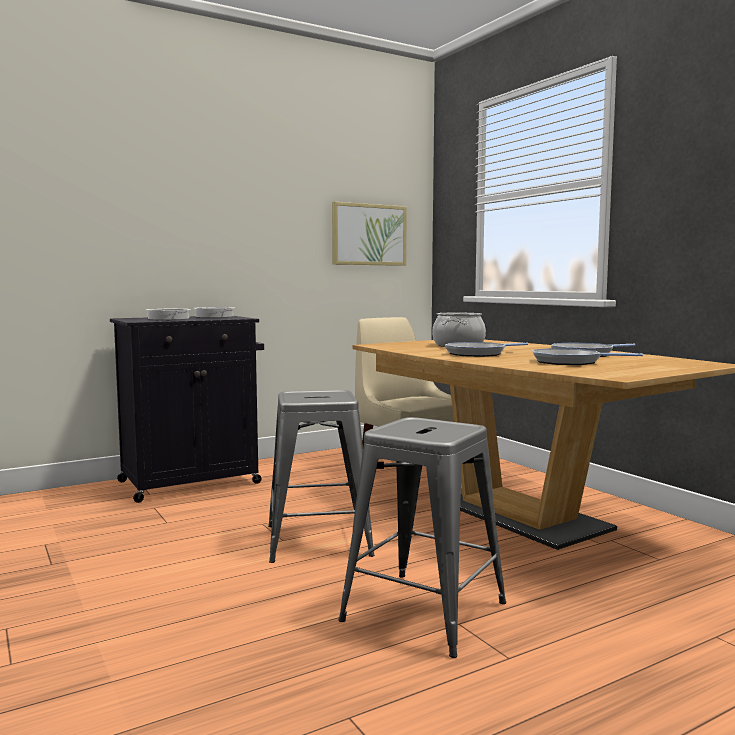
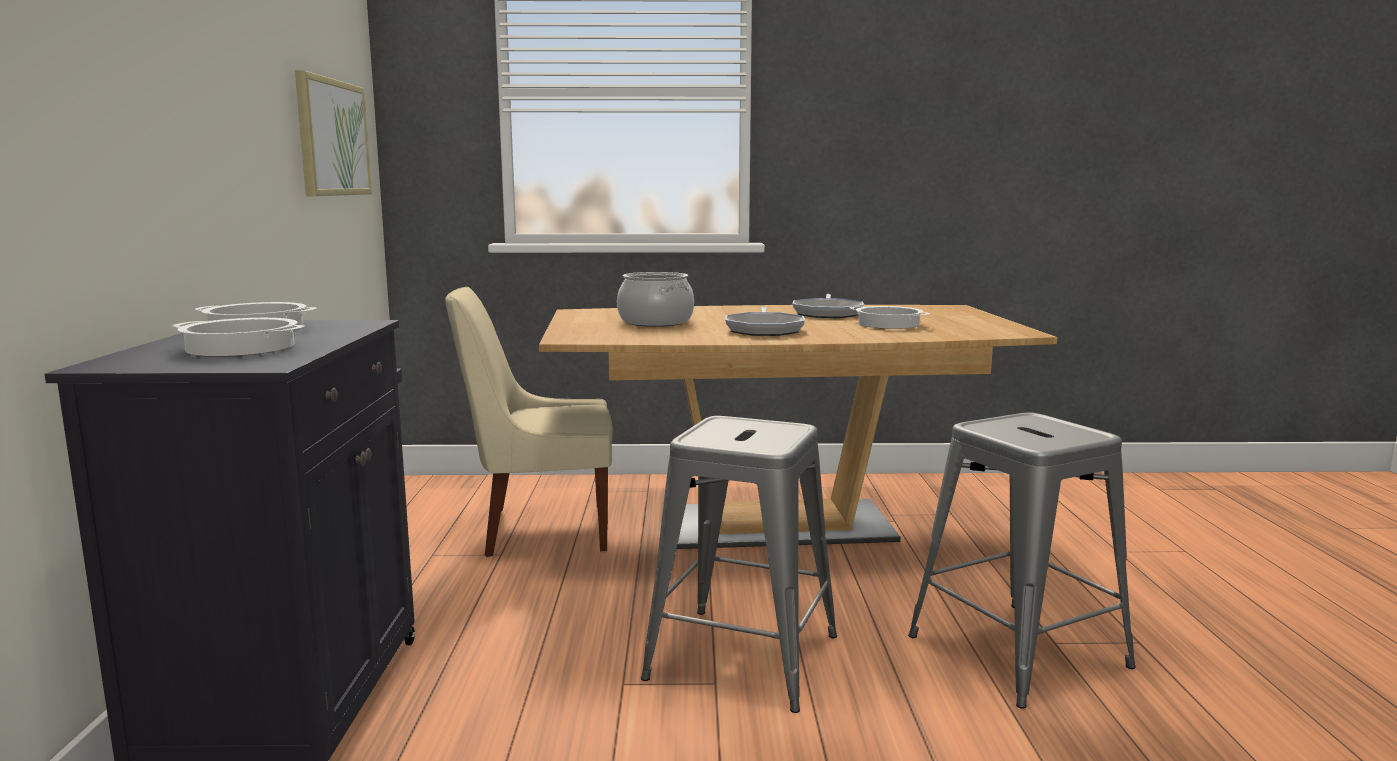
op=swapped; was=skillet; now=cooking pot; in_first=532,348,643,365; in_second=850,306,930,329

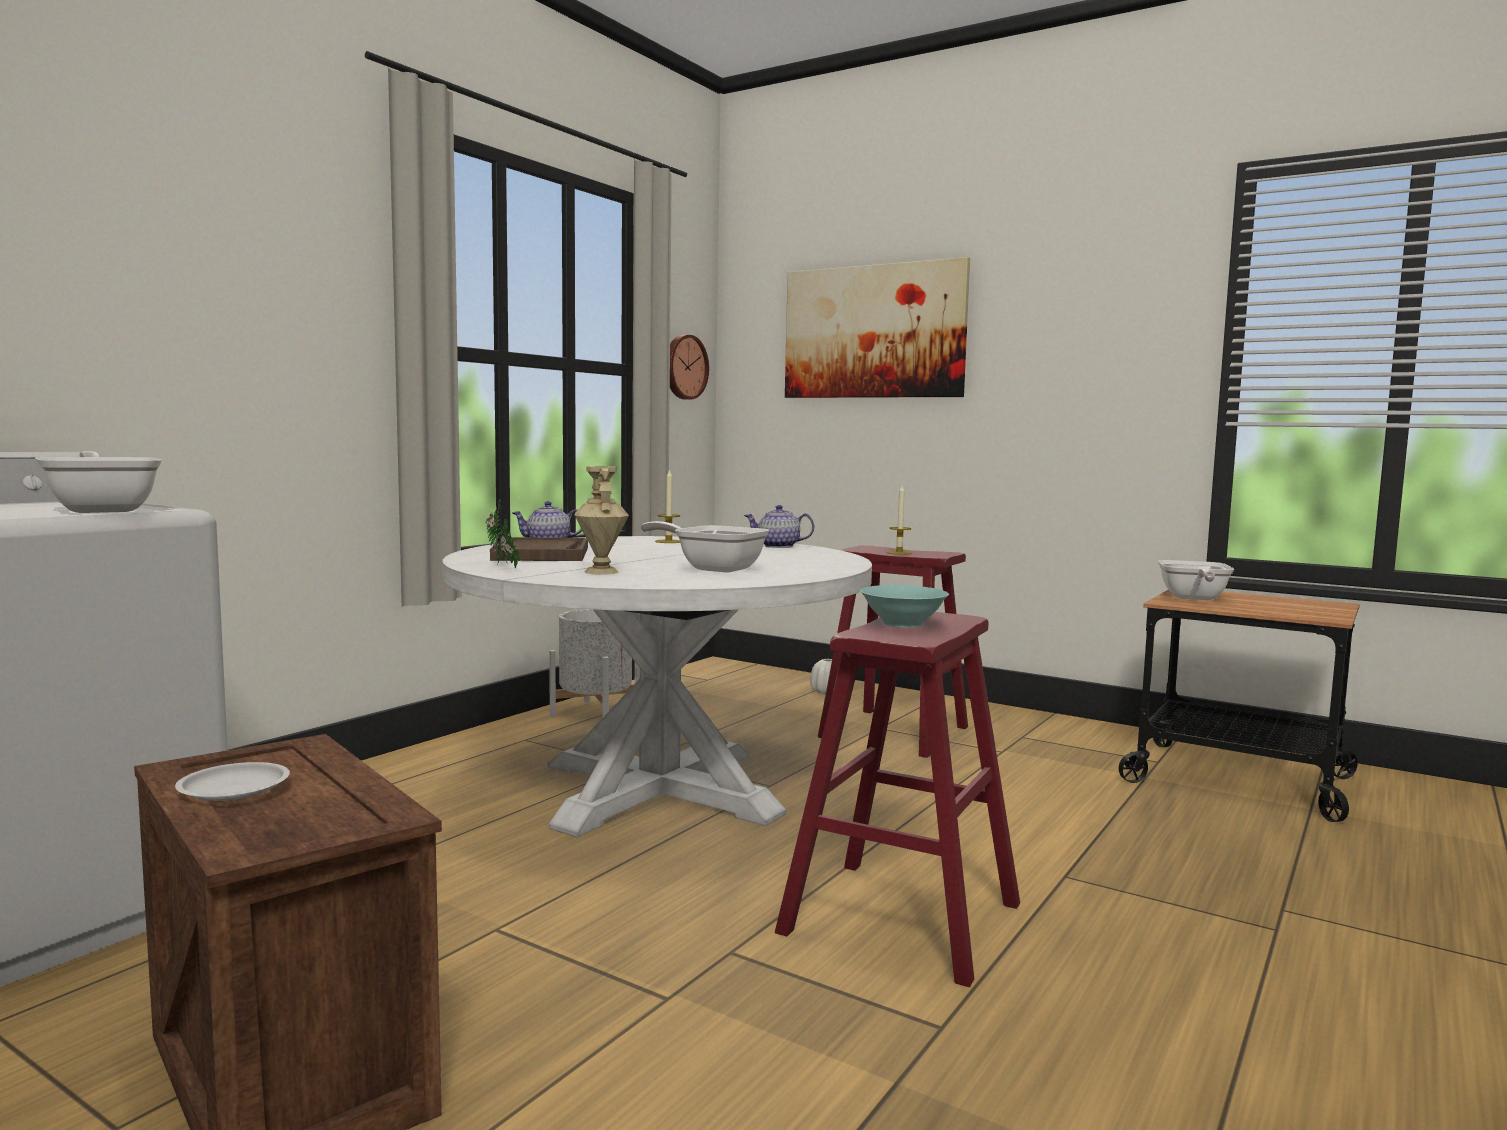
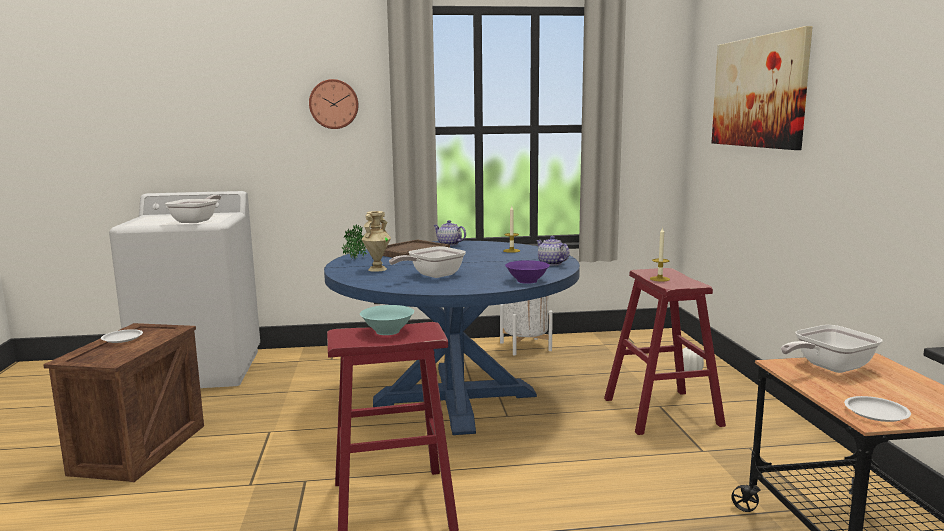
op=shifted; was=hanging clock; in_first=670,335,709,400; in_second=309,79,359,129
op=repainted; was=kitchen table in white-coloured; now=kitchen table in blue; in_first=442,536,872,837; in_second=324,241,580,435
op=rotated; was=skillet; in_first=641,521,770,573; in_second=389,246,466,278; clockwise=-120
op=new; now=serving bowl in purplish; in_second=505,260,550,284
op=new; now=dinner plate in white-coloured; in_second=844,396,911,422

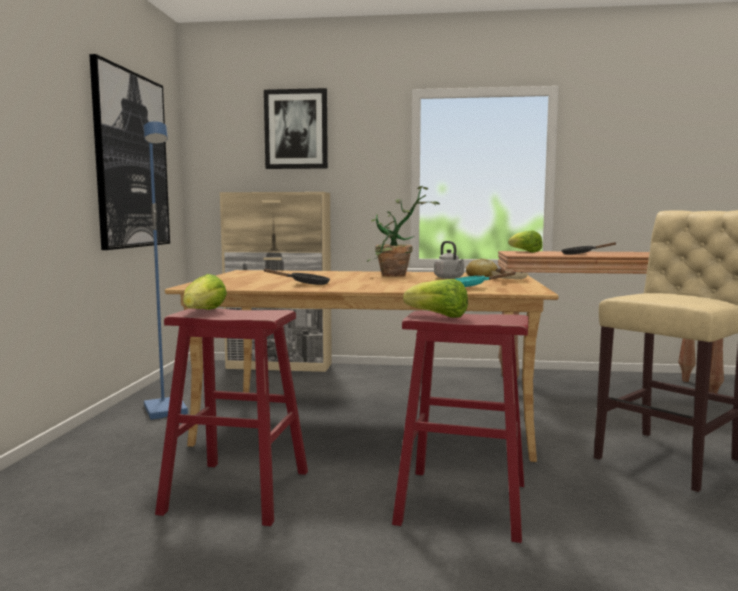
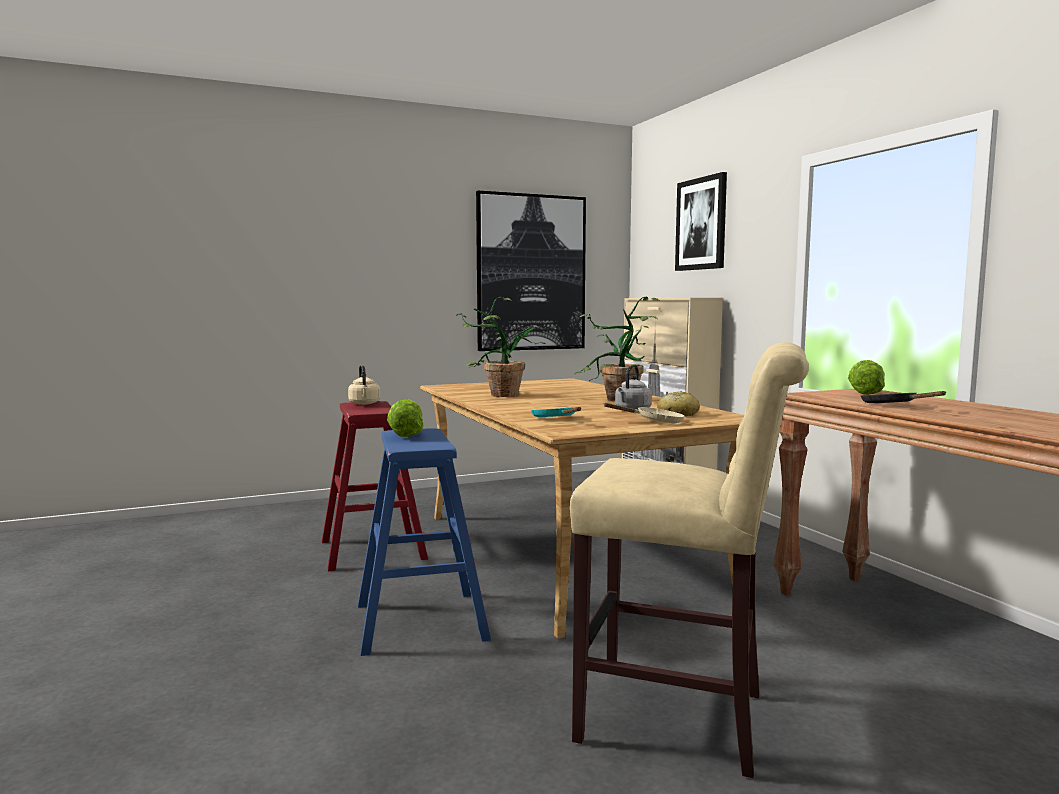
op=swapped; was=lettuce; now=kettle in beige; in_first=183,274,227,310; in_second=348,365,380,405
op=repainted; was=sitting stool in reddish; now=sitting stool in blue; in_first=392,311,529,543; in_second=358,428,491,656
op=swapped; was=skillet in blackish; now=potted plant; in_first=263,269,330,285; in_second=456,297,546,397
op=gone; was=standard lamp in blue; in_first=143,121,188,420

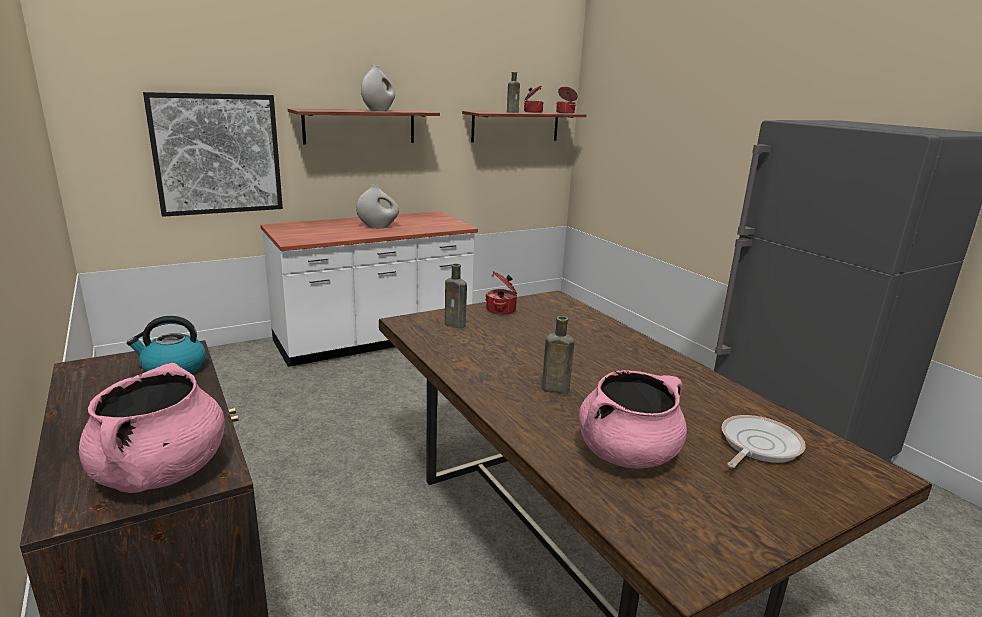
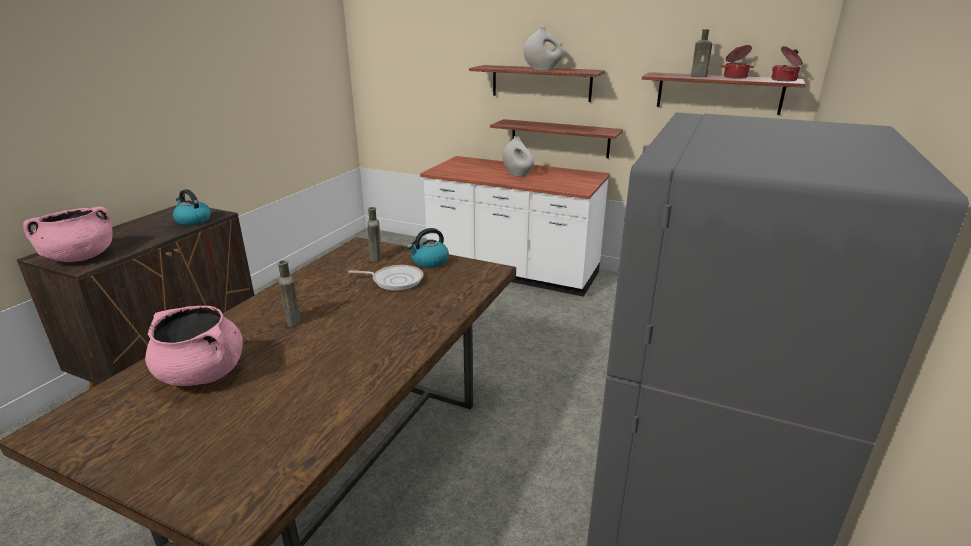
op=shifted; was=skillet; in_first=722,415,806,468; in_second=348,265,424,291
op=swapped; was=cooking pot; now=kettle; in_first=485,271,518,315; in_second=407,228,449,268
op=new; now=wall shelf; in_second=490,119,623,158
op=gone; was=picture; in_first=143,92,283,217

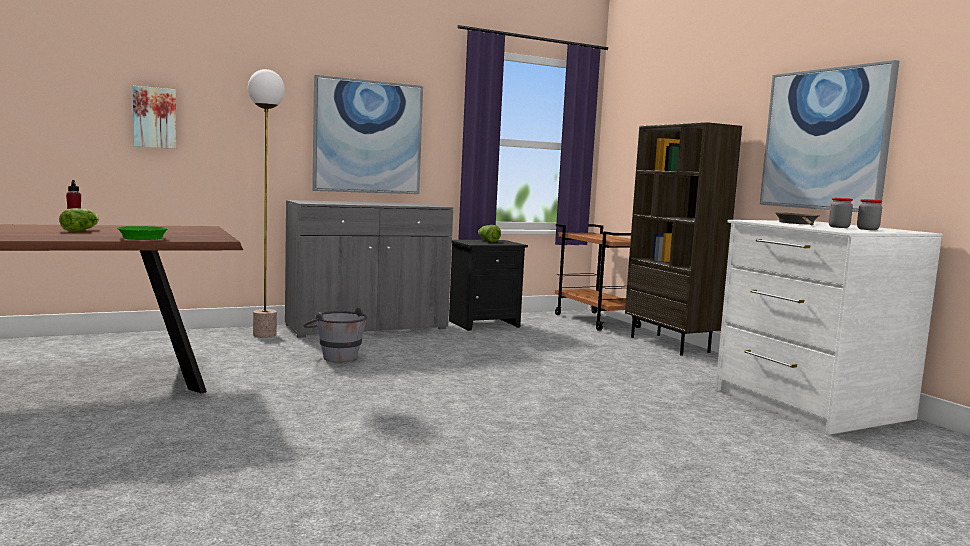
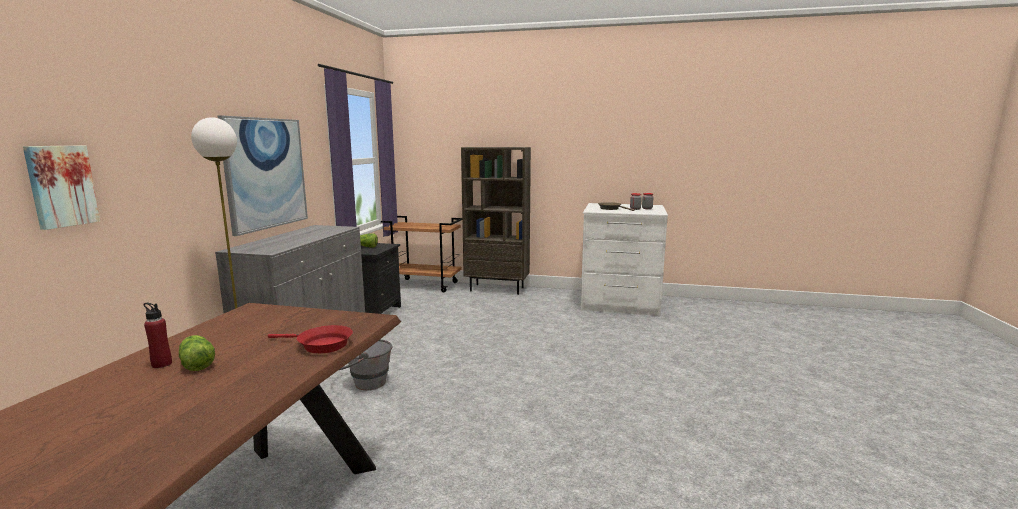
op=repainted; was=skillet in green; now=skillet in reddish; in_first=117,226,169,240; in_second=268,325,353,353
op=gone; was=picture; in_first=760,60,899,212

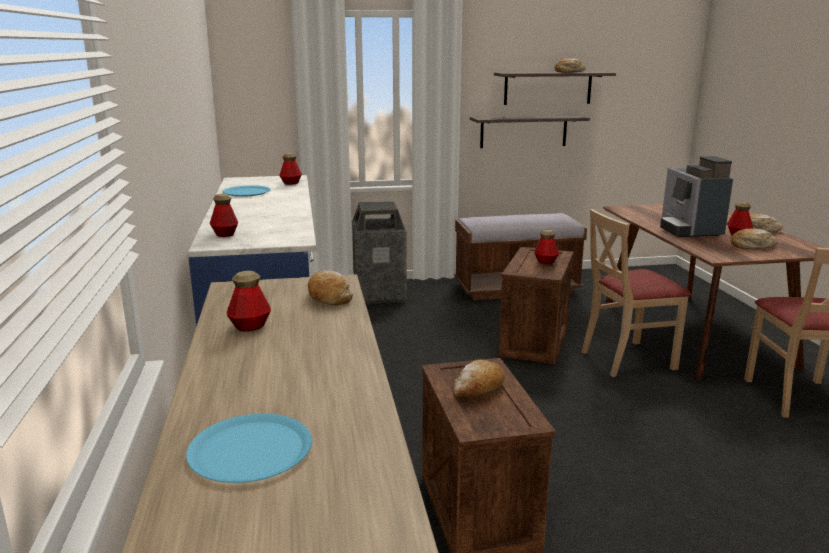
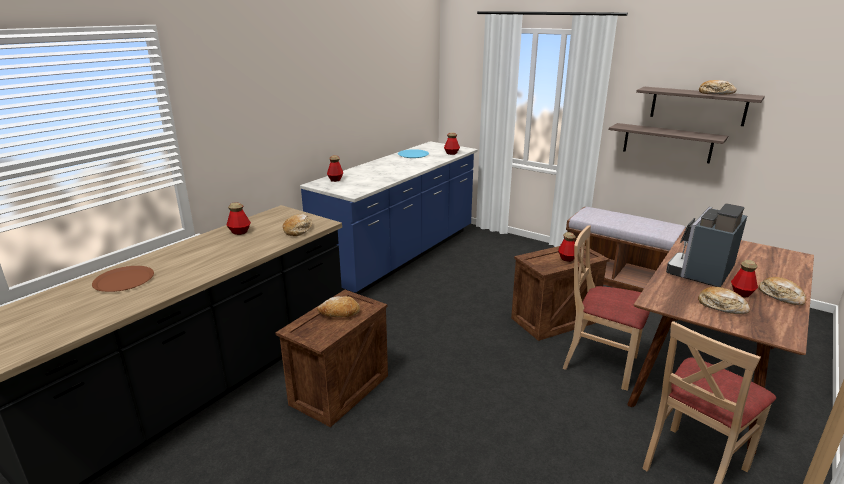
op=repainted; was=dinner plate in blue; now=dinner plate in brownish; in_first=186,413,312,483; in_second=92,266,154,292
op=gone; was=waste bin; in_first=352,201,407,304

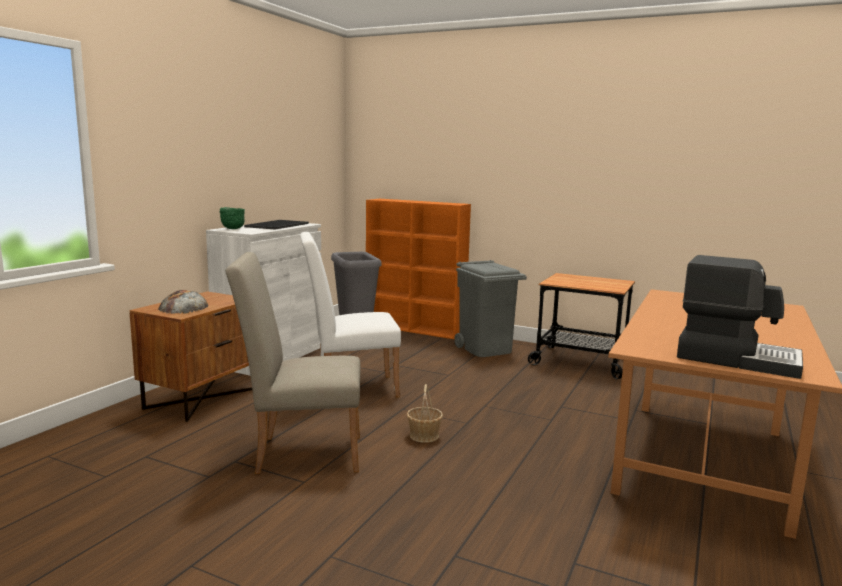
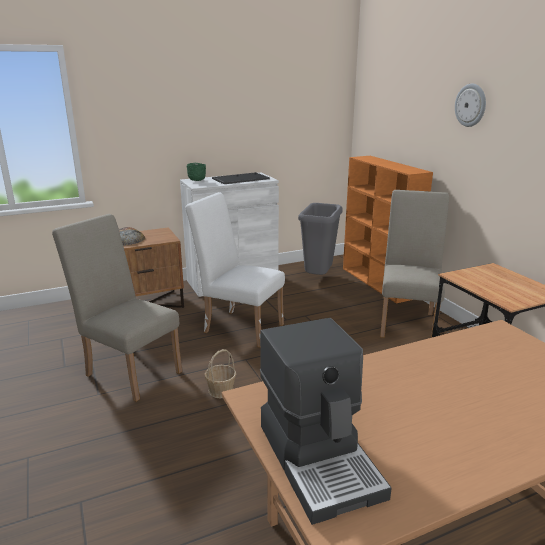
op=swapped; was=waste bin in grey; now=chair in beige; in_first=454,260,527,357; in_second=380,190,449,338
op=new; now=hanging clock; in_second=455,84,486,127

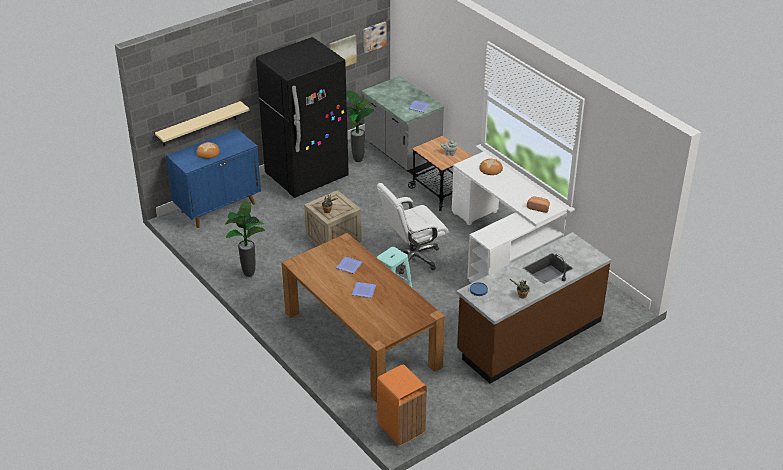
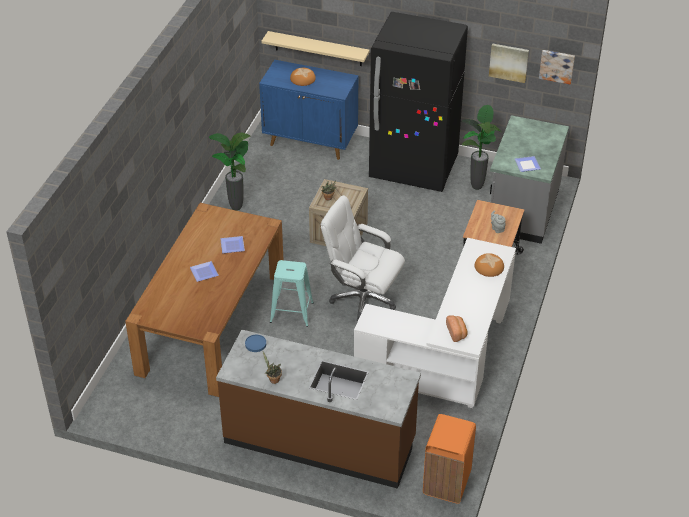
op=shifted; was=waste bin in orange-coloured; in_first=377,364,427,446; in_second=423,414,476,503

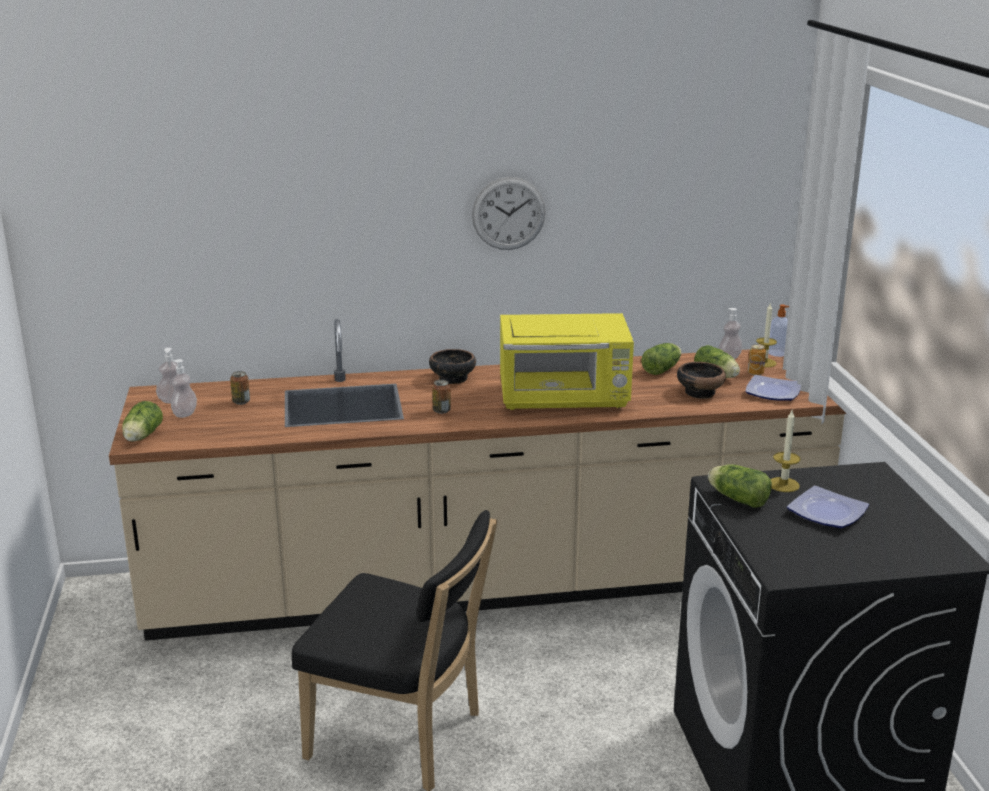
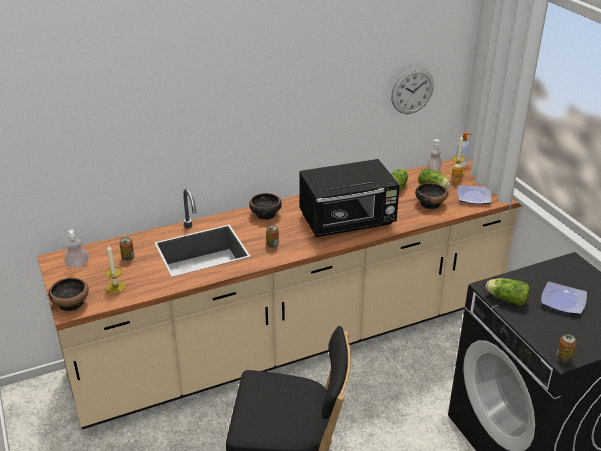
op=swapped; was=lettuce; now=serving bowl; in_first=122,401,163,442; in_second=49,278,89,312
op=shifted; was=wax candle; in_first=771,410,801,492; in_second=105,245,126,294
op=repainted; was=microwave oven in yellowish; now=microwave oven in blackish; in_first=500,313,634,410; in_second=299,159,400,237
op=shifted; was=hanging clock; in_first=472,177,546,250; in_second=391,68,434,114
op=new; now=metal can; in_second=556,334,576,363
op=gone; was=soap dispenser; in_first=171,359,197,418

